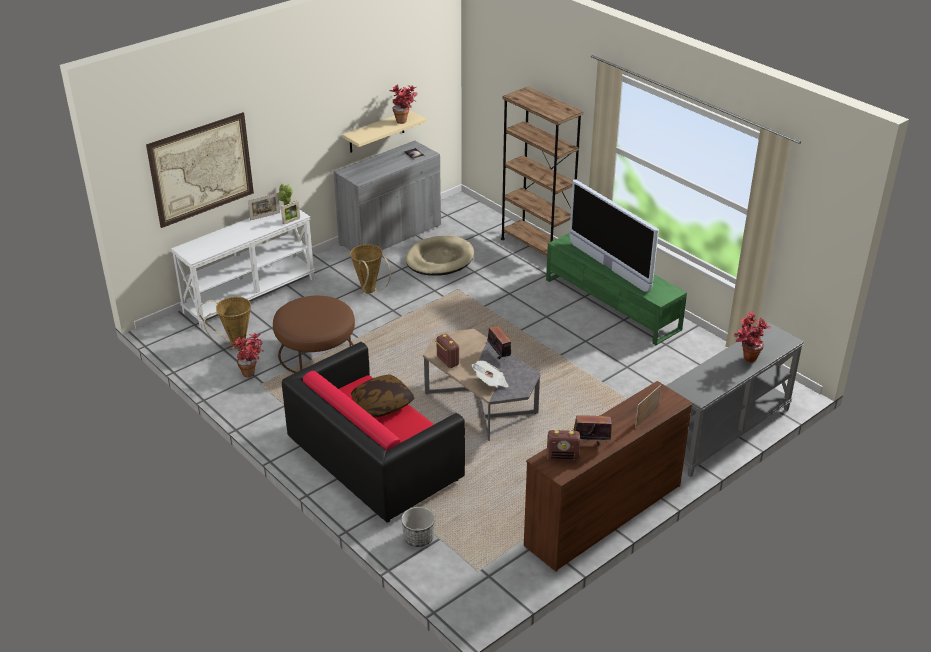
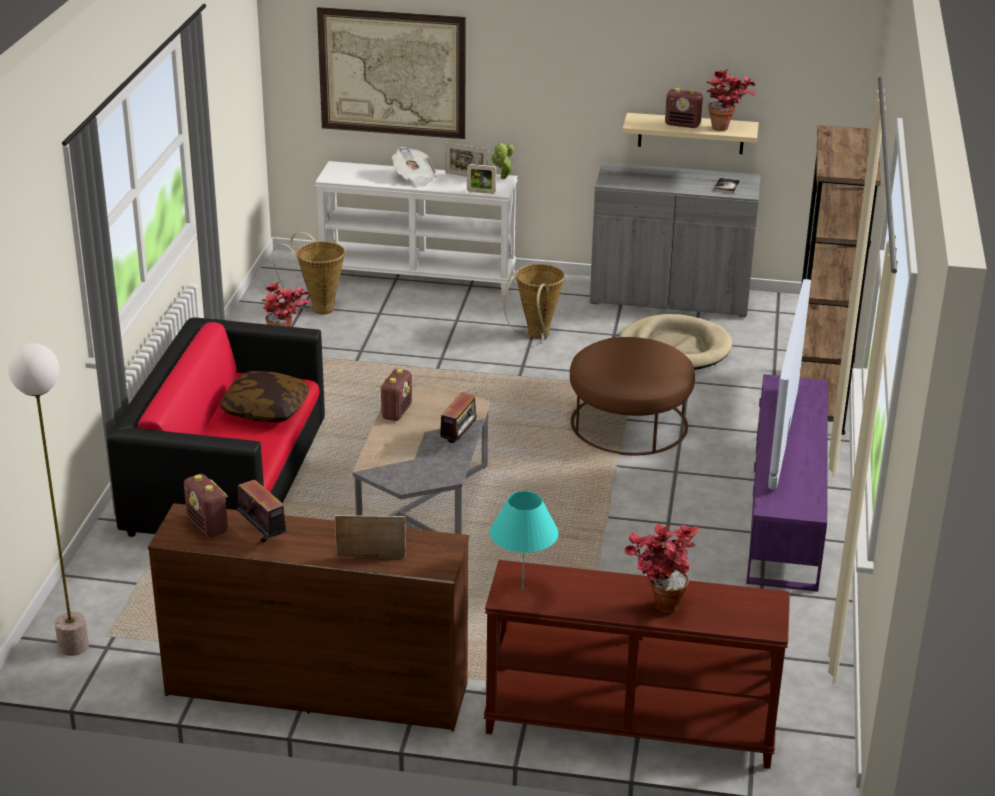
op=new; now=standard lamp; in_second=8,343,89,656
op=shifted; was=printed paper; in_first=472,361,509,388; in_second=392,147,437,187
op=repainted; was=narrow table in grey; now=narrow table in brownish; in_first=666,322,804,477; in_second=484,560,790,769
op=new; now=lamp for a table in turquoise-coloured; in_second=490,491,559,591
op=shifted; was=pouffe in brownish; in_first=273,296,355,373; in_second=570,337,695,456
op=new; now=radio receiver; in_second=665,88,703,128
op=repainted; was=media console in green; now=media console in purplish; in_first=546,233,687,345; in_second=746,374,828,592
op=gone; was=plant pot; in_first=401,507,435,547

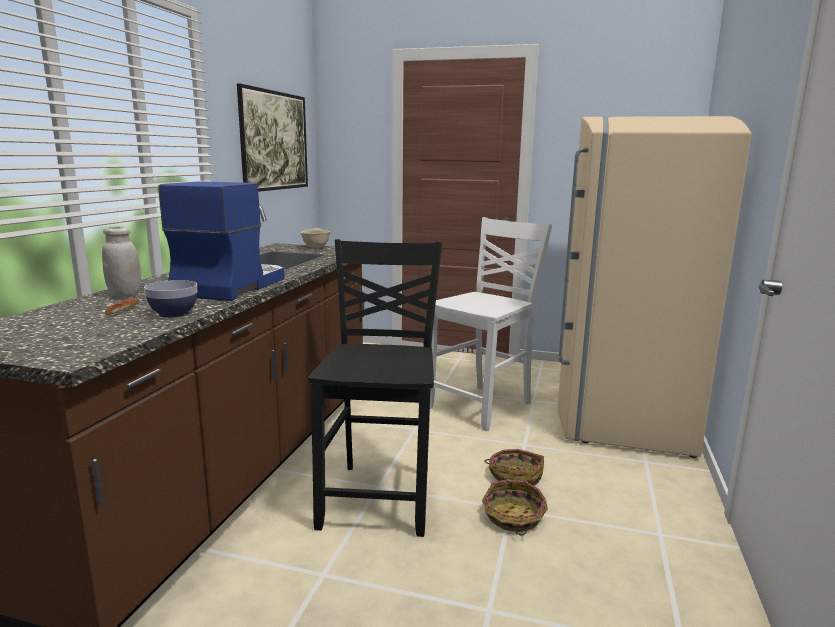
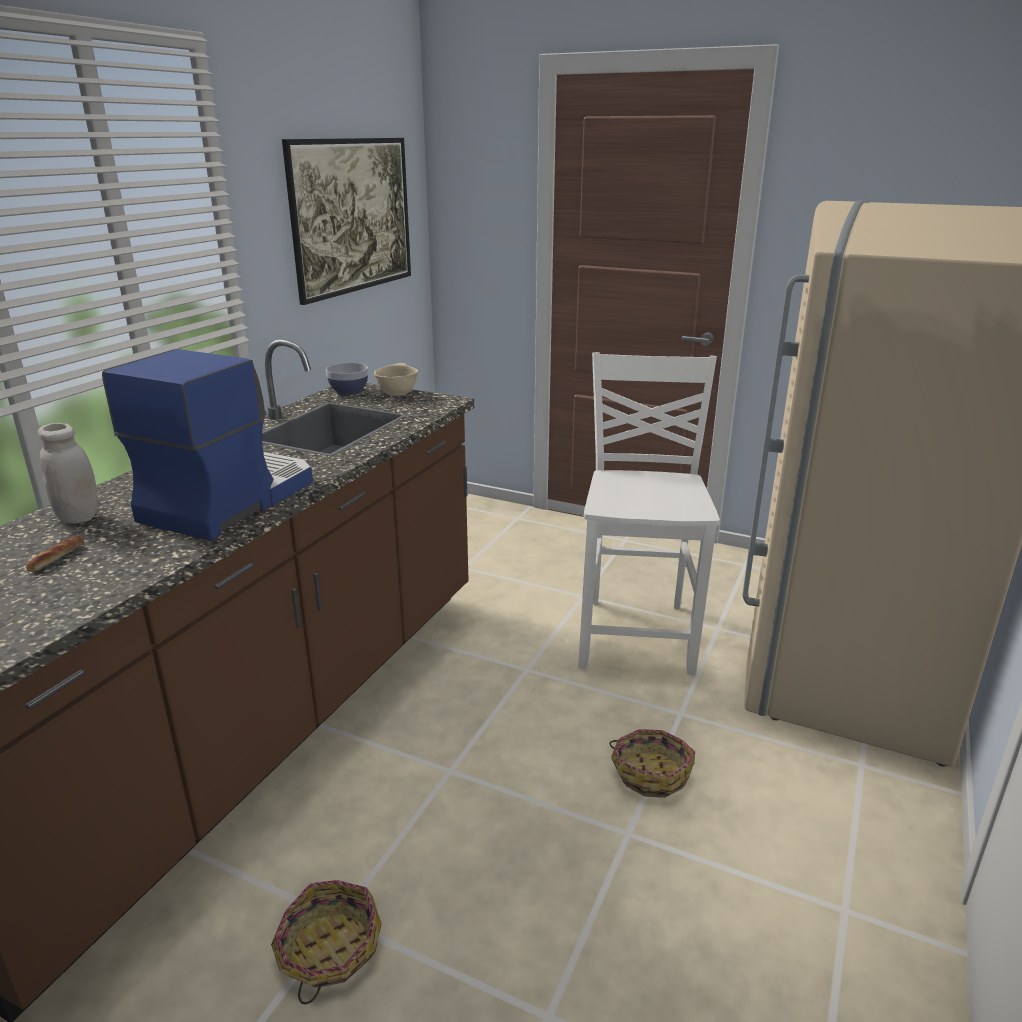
op=shifted; was=household basket; in_first=482,479,548,535; in_second=271,880,382,1004
op=shifted; was=serving bowl; in_first=144,280,197,317; in_second=326,363,368,396
op=rotated; was=chair in white-coloured; in_first=430,217,552,431; in_second=579,352,720,675; clockwise=-45
op=gone; was=chair in blackish; in_first=308,239,442,537

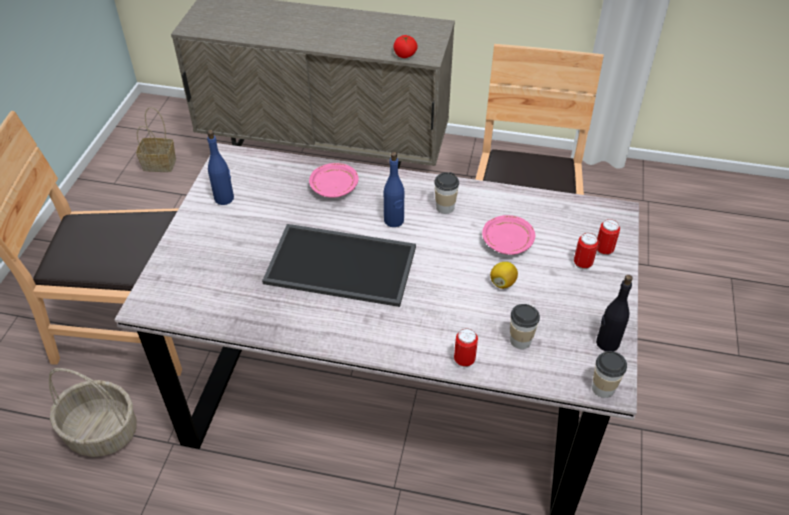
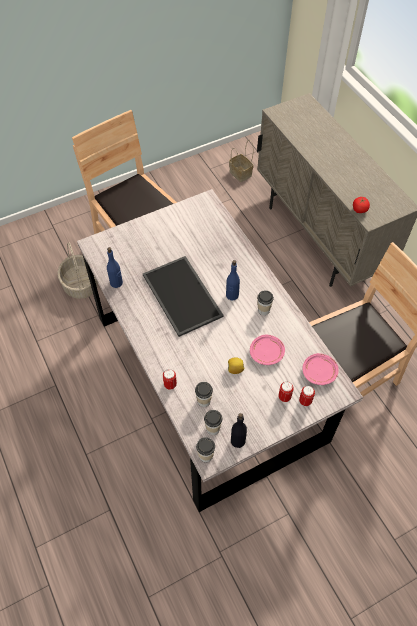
op=shifted; was=drink bottle in blue; in_first=207,130,234,205; in_second=107,247,123,288
op=new; now=small cup; in_second=204,410,222,435
op=shifted; was=dinner plate in pinkish; in_first=309,163,359,198; in_second=303,353,339,385

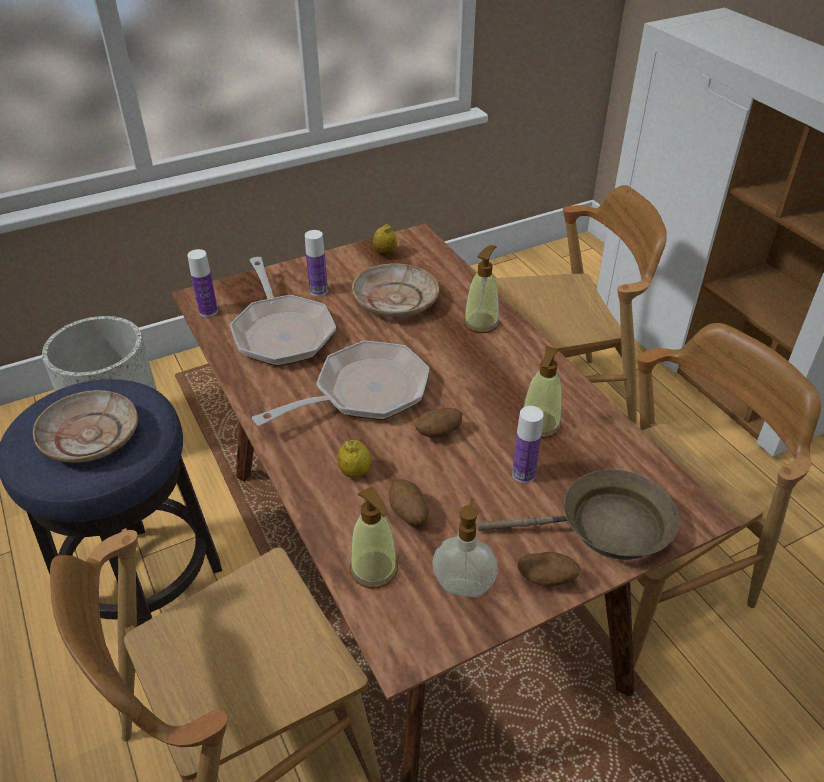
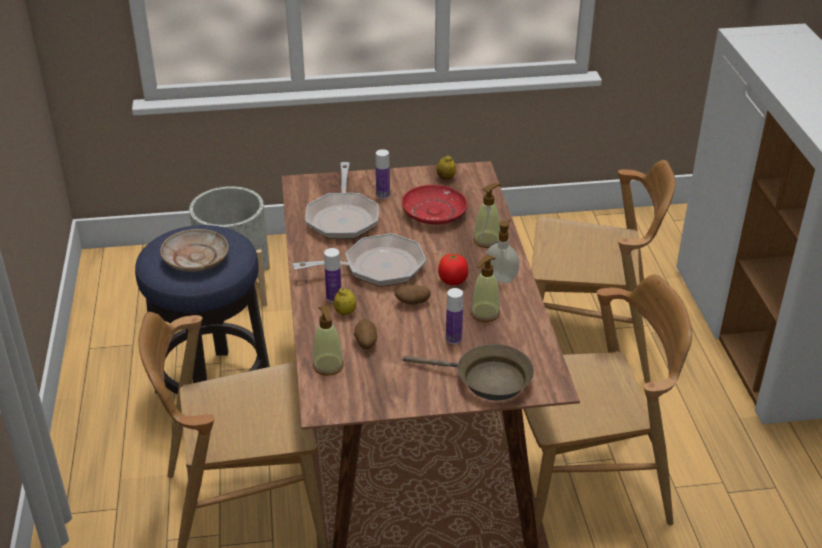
op=shifted; was=drink bottle; in_first=187,249,218,317; in_second=324,248,341,302
op=repainted; was=dinner plate in beige; now=dinner plate in reddish; in_first=352,263,439,317; in_second=402,185,467,225
op=new; now=fresh tomato; in_second=438,252,468,285
op=shifted; was=soap dispenser; in_first=433,498,498,597; in_second=486,220,519,283
op=gone; was=whole potato; in_first=518,552,581,586

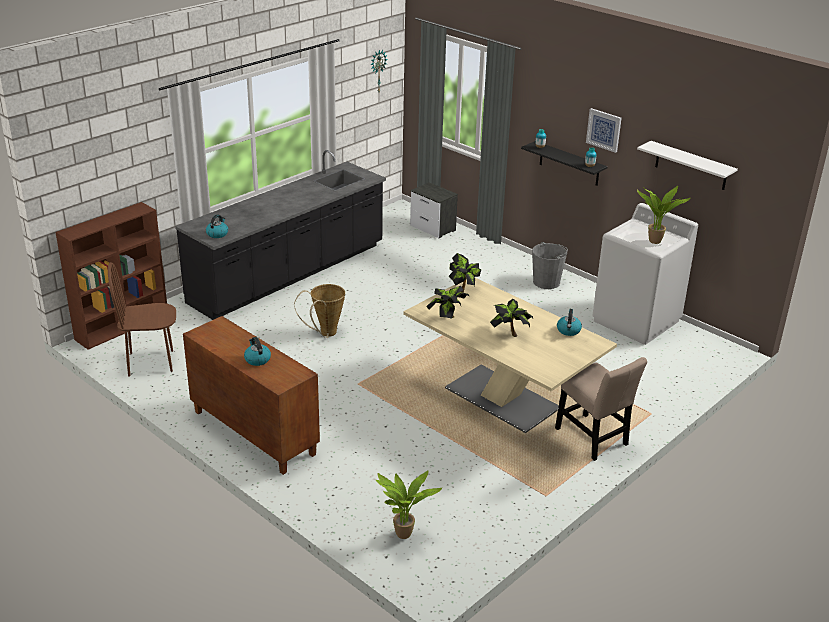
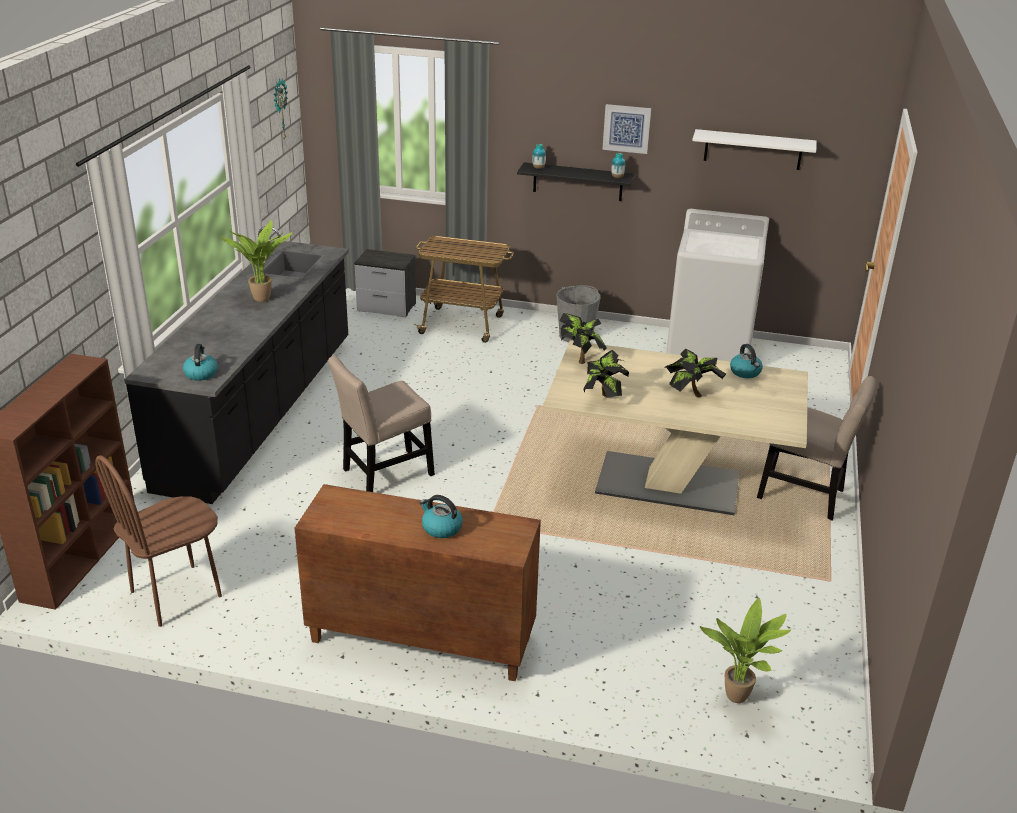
op=shifted; was=potted plant; in_first=637,186,690,244; in_second=220,220,292,302
op=swapped; was=household basket; now=chair in beige; in_first=294,284,345,338; in_second=328,356,435,492
op=new; now=wheeled cart; in_second=414,236,514,343

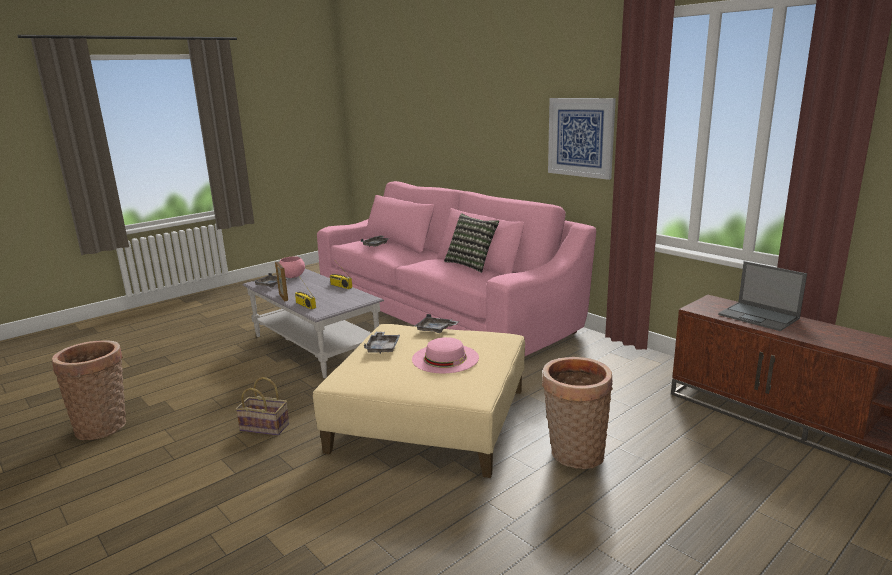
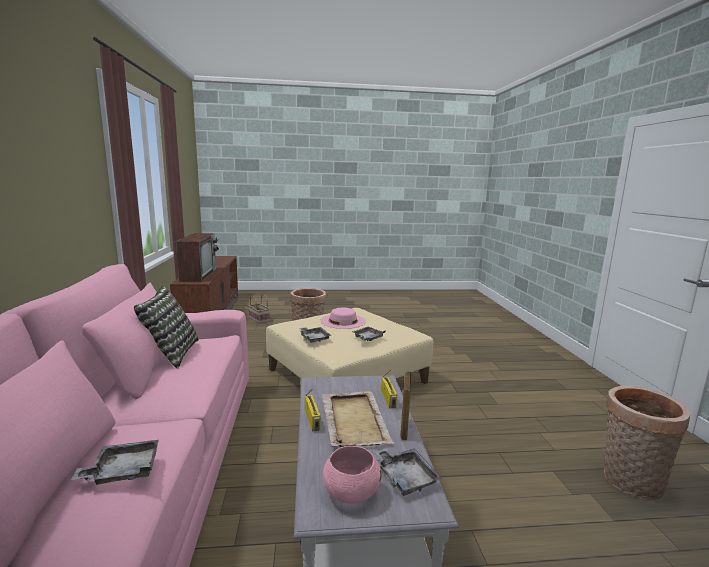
op=swapped; was=notebook computer; now=television; in_first=718,261,807,331; in_second=176,233,219,282
op=shifted; was=household basket; in_first=236,377,289,435; in_second=248,294,270,324
op=new; now=serving tray in beige; in_second=322,391,394,447
op=gone; was=picture; in_first=548,98,616,180

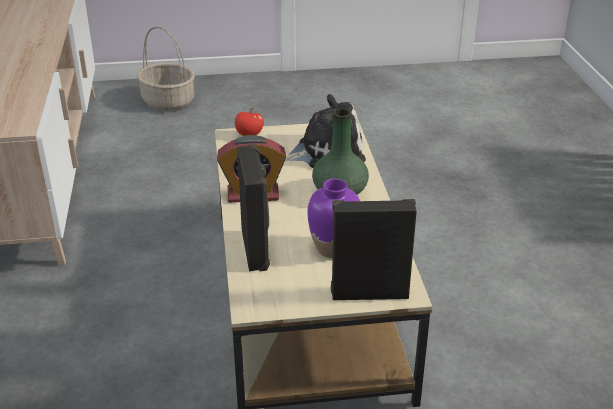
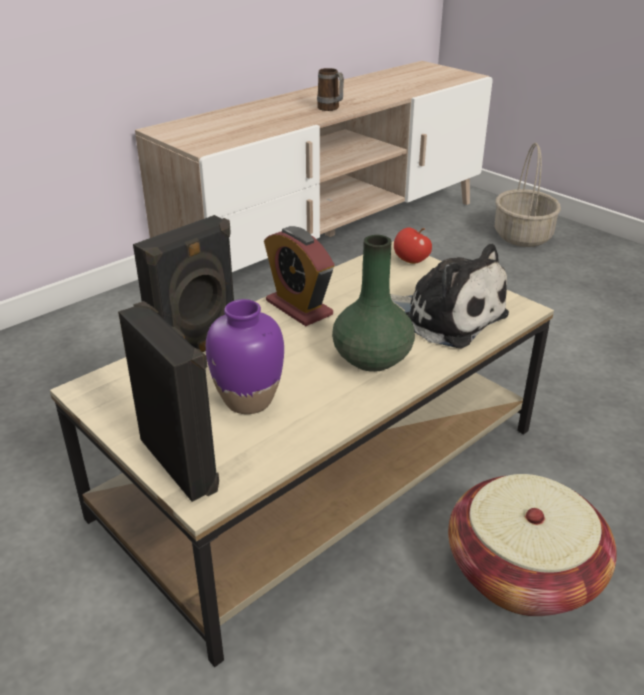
op=new; now=coffee mug; in_second=317,68,344,111
op=new; now=household basket; in_second=448,474,617,616

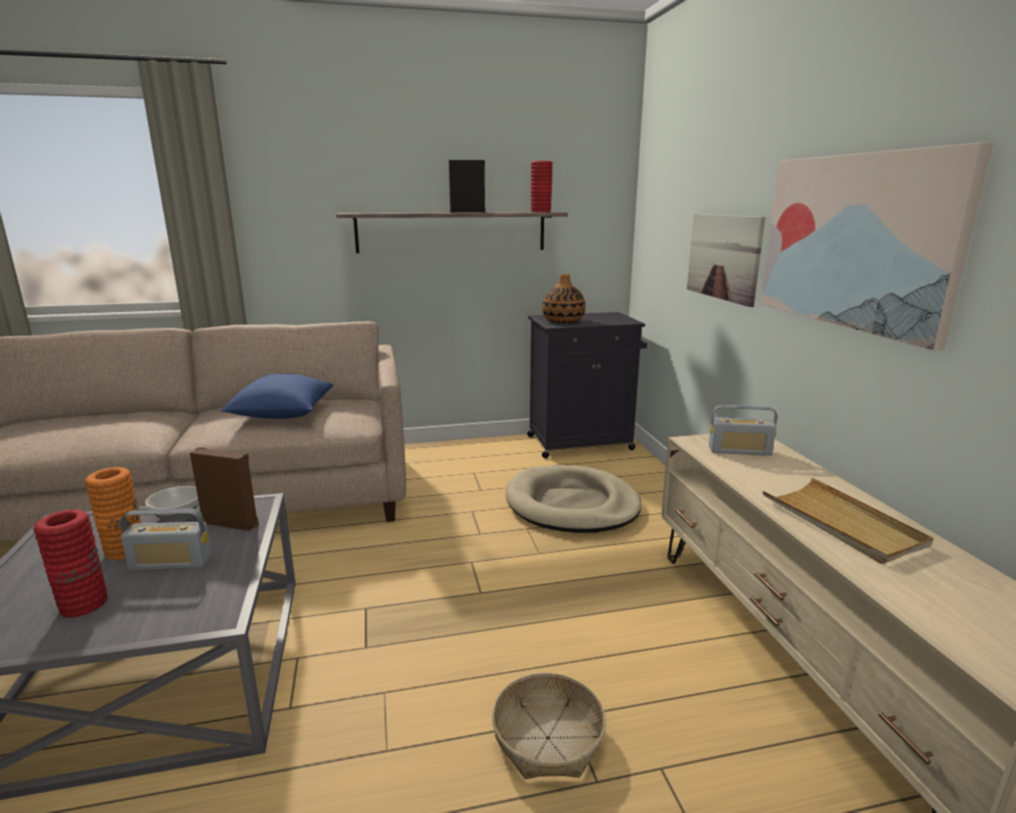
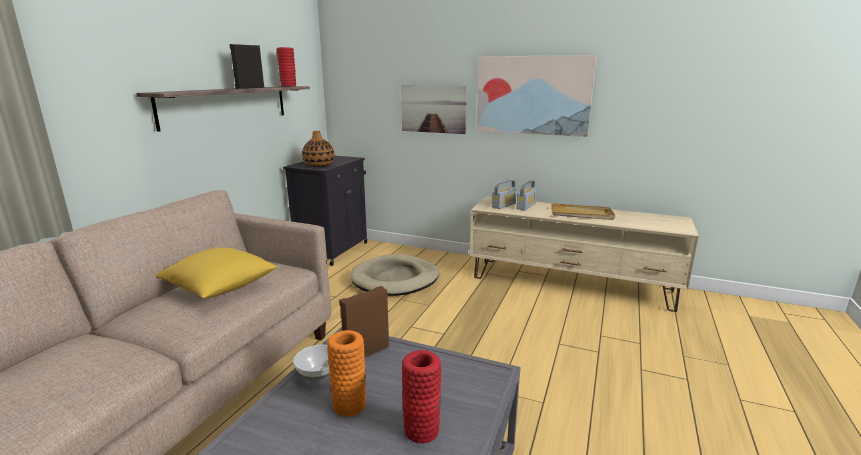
op=repainted; was=throw pillow in blue; now=throw pillow in yellowish; in_first=221,374,333,419; in_second=156,248,278,298
op=shifted; was=radio receiver; in_first=120,508,212,570; in_second=516,180,537,210
op=gone; was=household basket; in_first=492,673,606,779

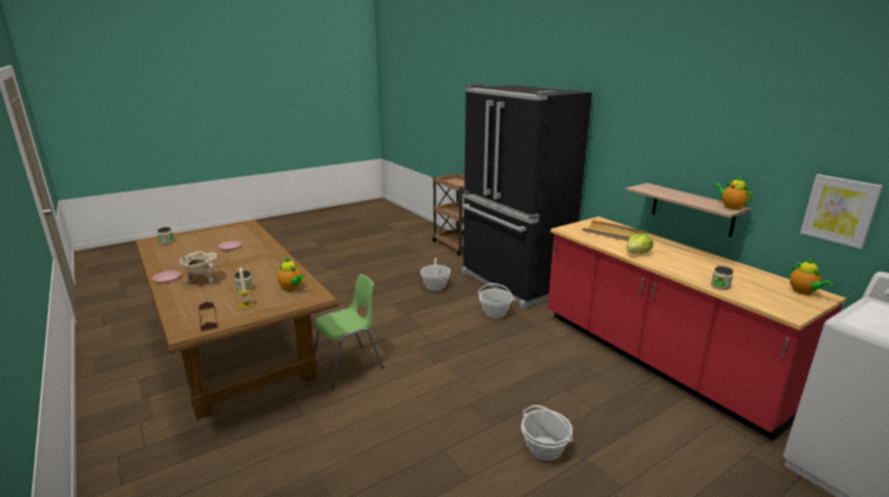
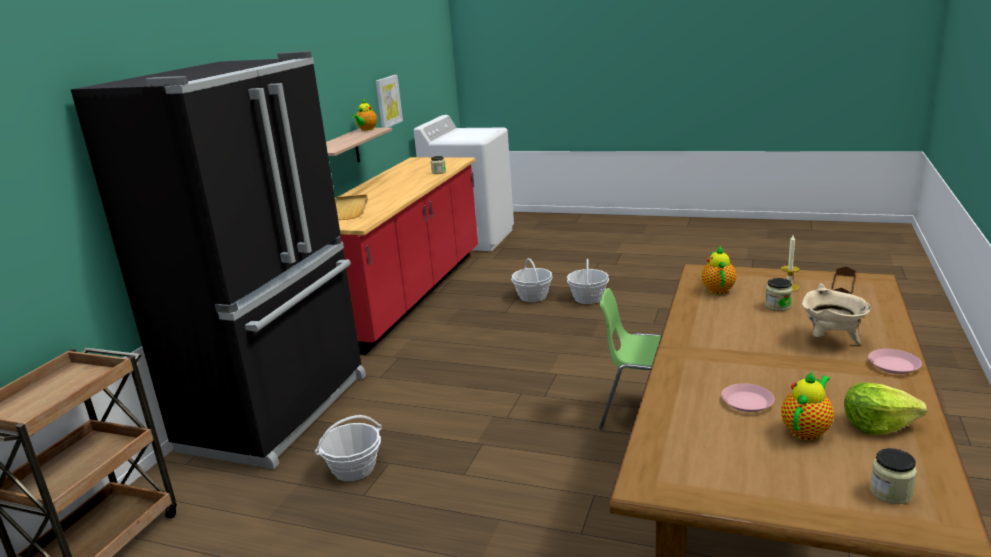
op=shifted; was=household basket; in_first=478,283,515,318; in_second=511,258,553,302
op=shifted; was=pot for tea; in_first=790,258,833,295; in_second=781,371,834,441
op=shifted; was=lettuce; in_first=626,233,653,254; in_second=844,383,927,435

